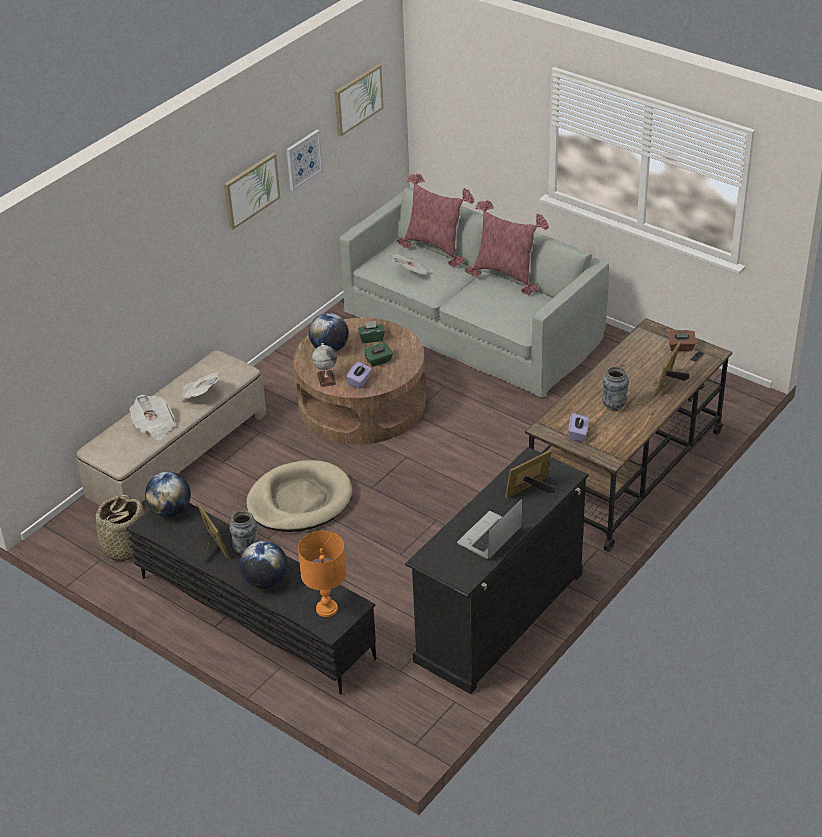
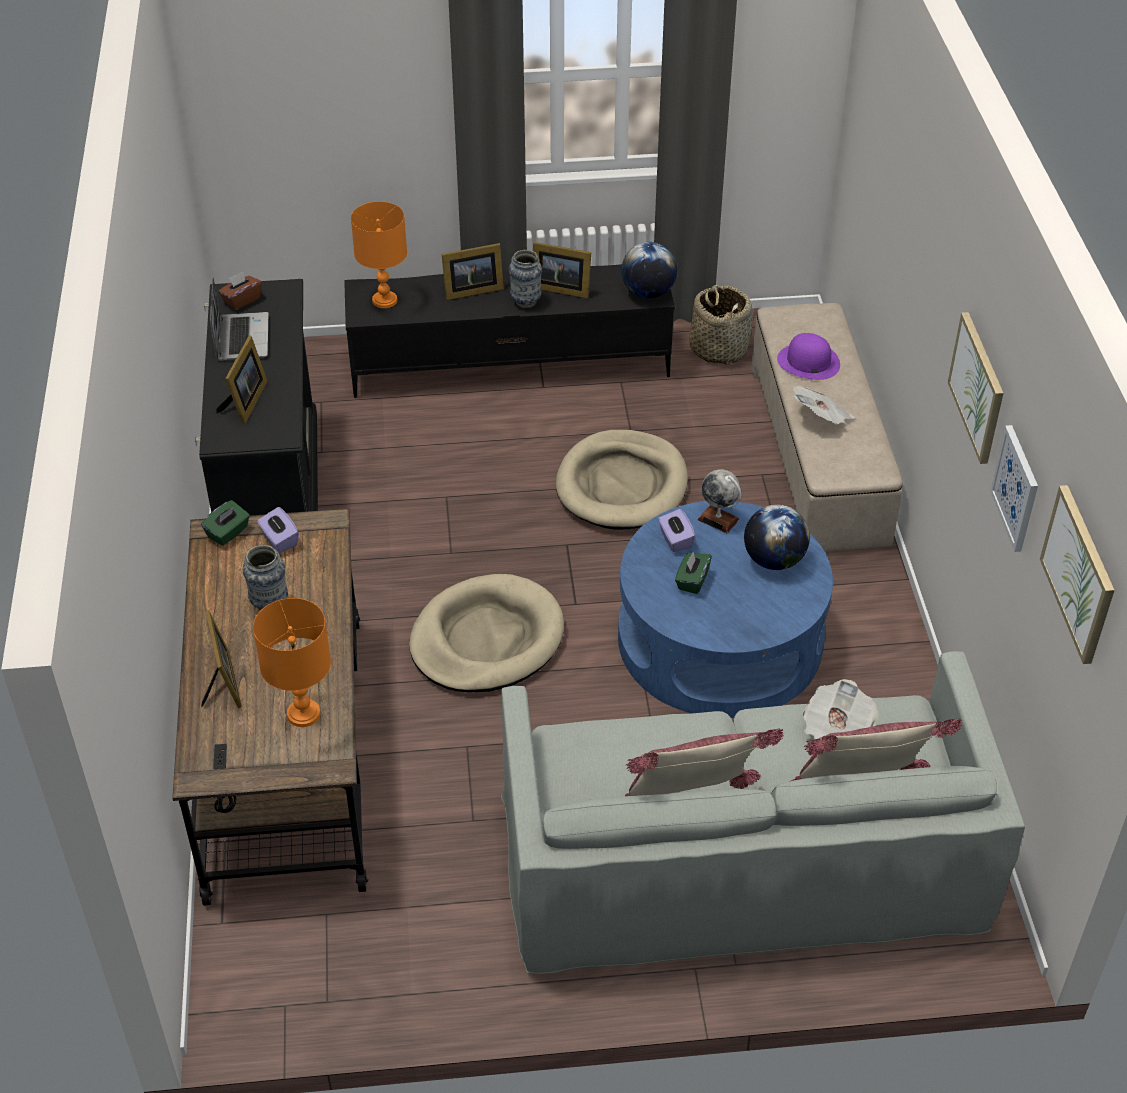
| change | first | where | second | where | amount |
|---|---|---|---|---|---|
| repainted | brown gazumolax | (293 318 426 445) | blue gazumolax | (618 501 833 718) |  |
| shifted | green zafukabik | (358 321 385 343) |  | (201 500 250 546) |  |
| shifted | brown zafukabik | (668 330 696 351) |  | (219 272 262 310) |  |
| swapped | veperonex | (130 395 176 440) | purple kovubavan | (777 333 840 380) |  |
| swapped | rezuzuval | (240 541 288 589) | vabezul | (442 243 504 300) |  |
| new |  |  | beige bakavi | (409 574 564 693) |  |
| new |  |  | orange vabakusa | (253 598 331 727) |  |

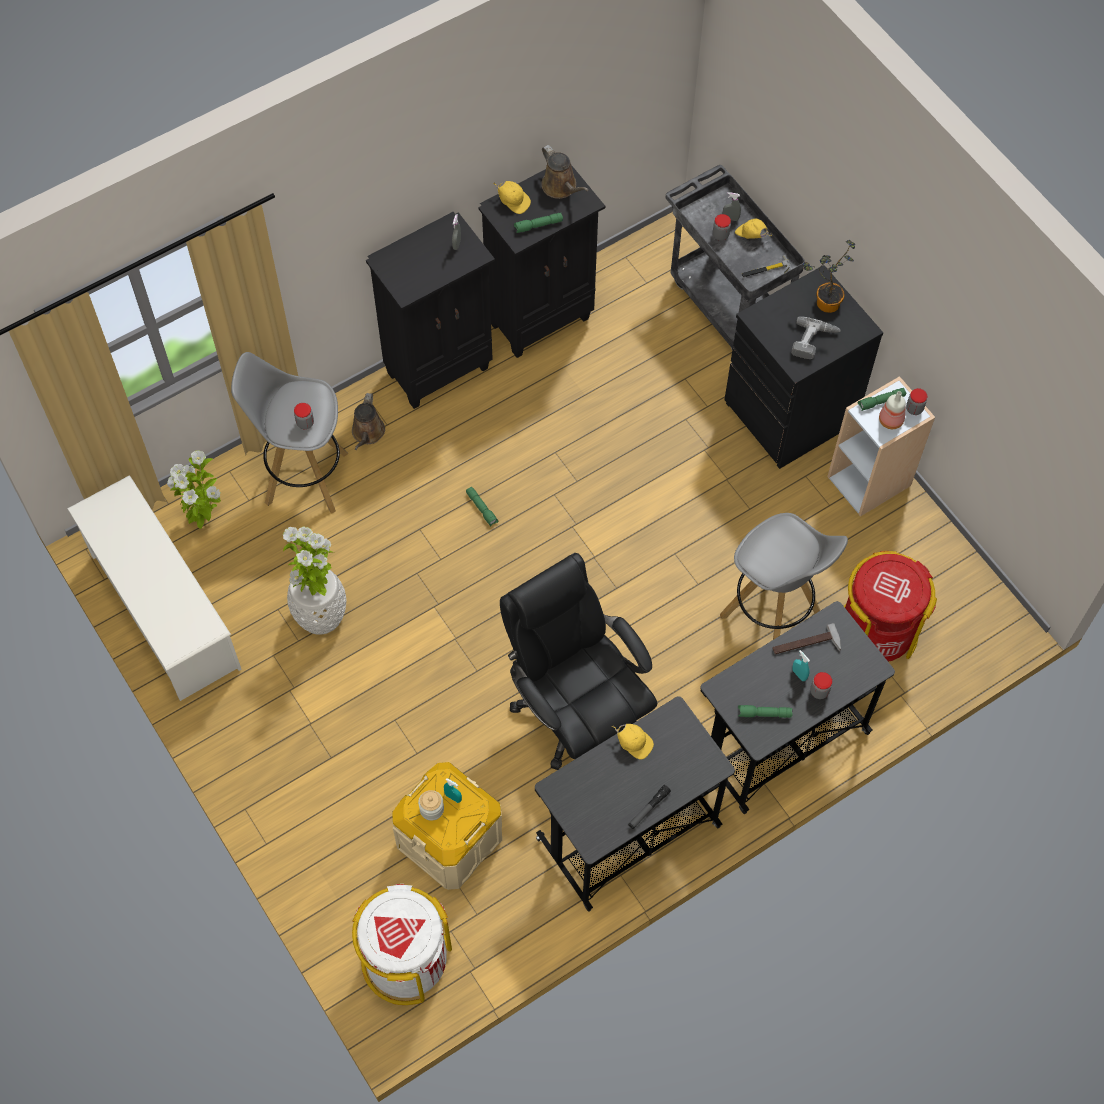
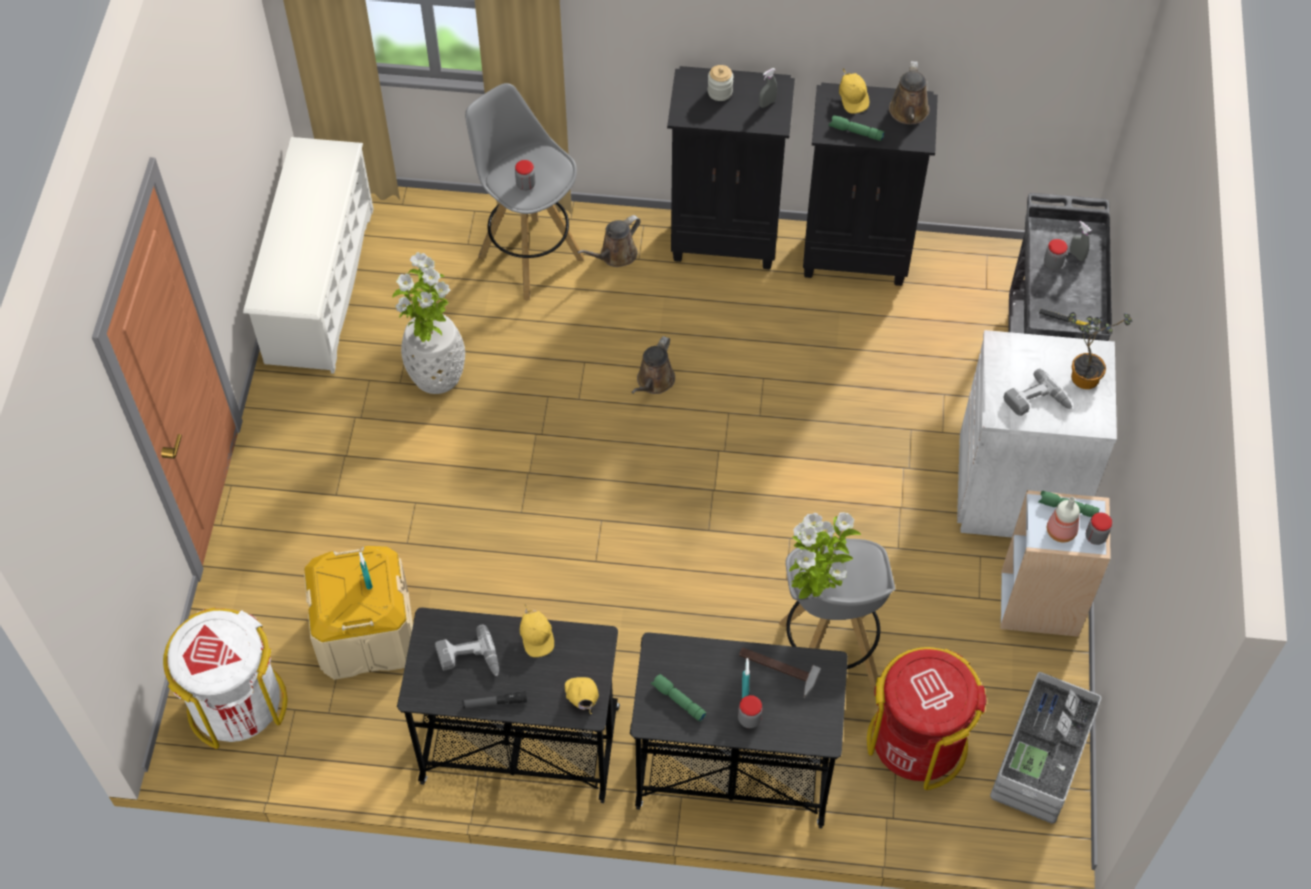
| change | first | where | second | where | amount |
|---|---|---|---|---|---|
| shifted | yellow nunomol | (735 219 772 239) |  | (565 677 599 714) |  |
| repainted | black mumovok | (724 265 883 469) | white mumovok | (957 330 1117 538) |  |
| shifted | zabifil | (167 450 221 529) |  | (789 512 861 599) |  |
| swapped | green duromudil | (466 487 498 526) | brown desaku | (631 336 675 394) |  |
| gone | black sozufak | (500 553 657 770) |  |  |  |
| shifted | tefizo | (418 790 444 821) |  | (708 65 734 101) |  |
| new |  |  | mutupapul | (435 625 499 676) |  |
| new |  |  | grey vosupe | (990 672 1102 824) |  |

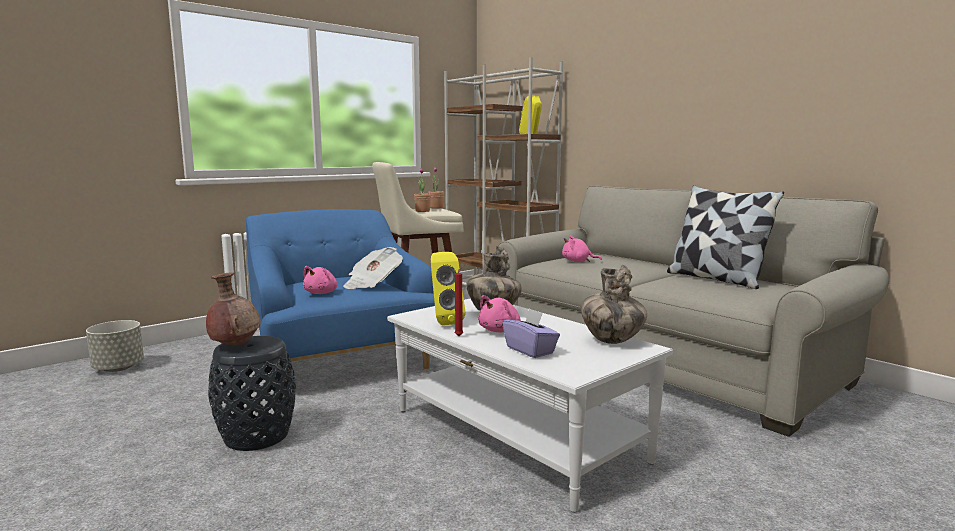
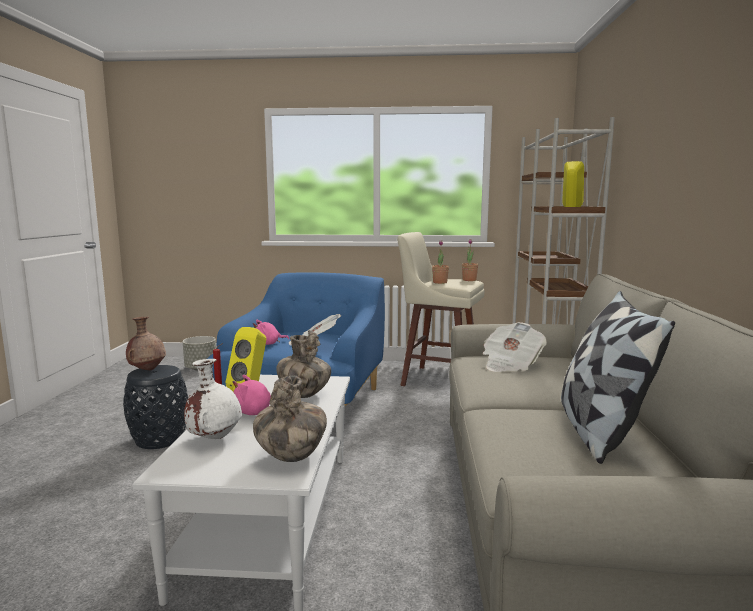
| change | first | where | second | where | amount |
|---|---|---|---|---|---|
| swapped | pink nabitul | (562 236 602 262) | veperonex | (483 322 547 372) |  |
| swapped | purple zafukabik | (502 308 560 358) | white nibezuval | (184 359 242 439) |  |

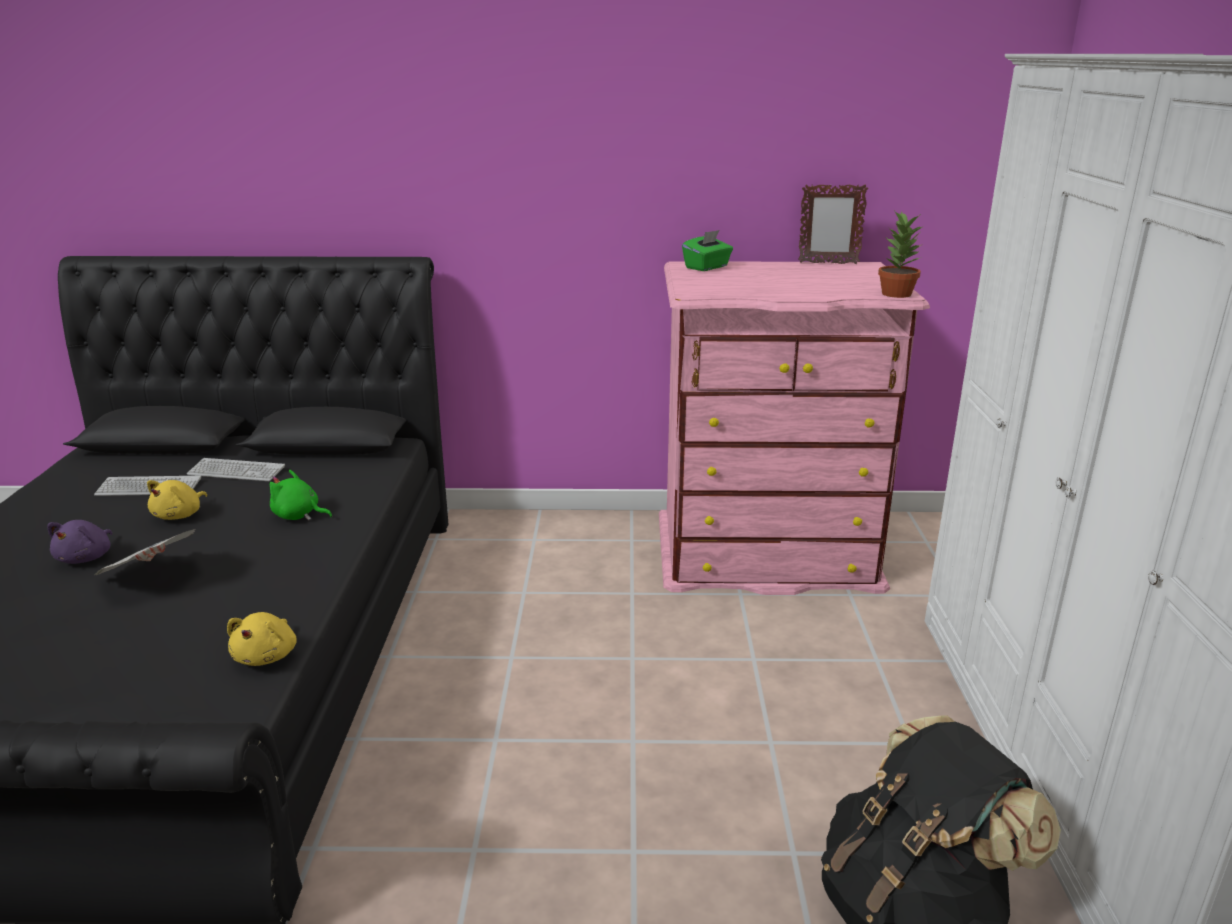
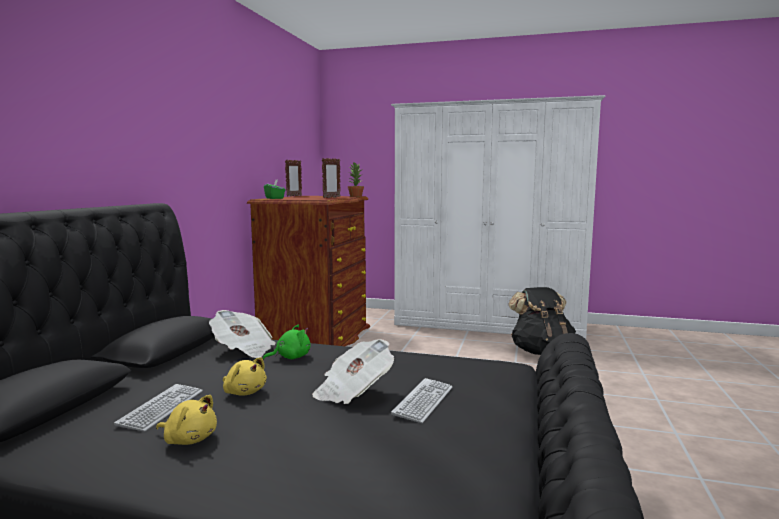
| change | first | where | second | where | amount |
|---|---|---|---|---|---|
| repainted | pink mumovok | (659 261 930 595) | brown mumovok | (247 196 370 346) |  |
| shifted | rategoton | (187 458 285 481) |  | (391 378 453 423) |  |
| rotated | green nabitul | (270 470 333 520) |  | (263 325 310 360) | 150 degrees counterclockwise |
| gone | purple nabitul | (48 520 112 564) |  |  |  |
| shifted | yellow nabitul | (227 612 297 666) |  | (156 395 217 445) |  |
| new |  |  | vabezul | (322 158 341 198) |  |
| new |  |  | veperonex | (209 310 275 358) |  |

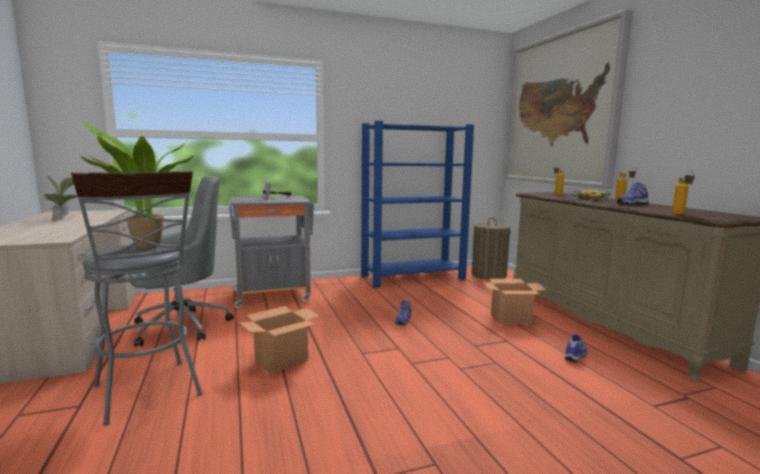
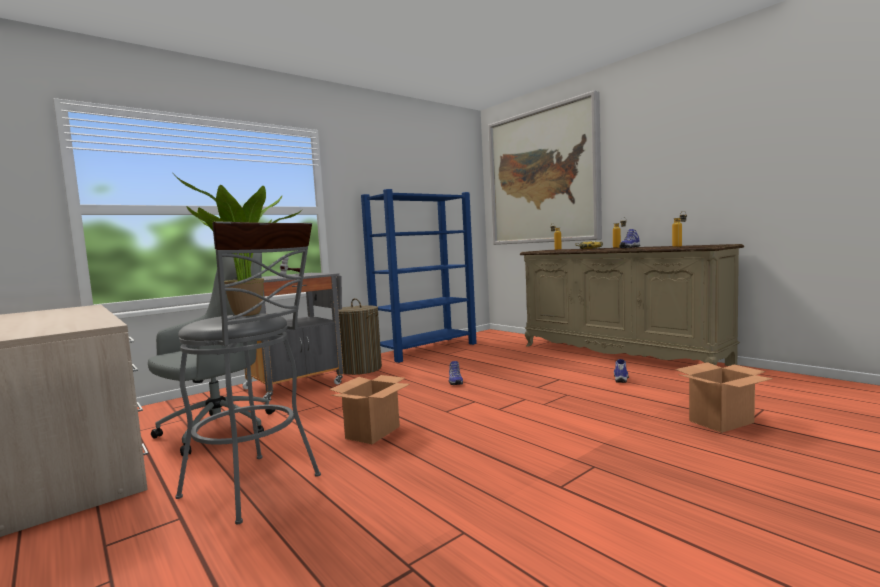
| change | first | where | second | where | amount |
|---|---|---|---|---|---|
| gone | zabifil | (44 176 78 220) |  |  |  |
| shifted | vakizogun | (472 218 511 280) |  | (339 298 382 375) |  |
| shifted | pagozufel | (483 279 547 324) |  | (675 362 773 433) |  |

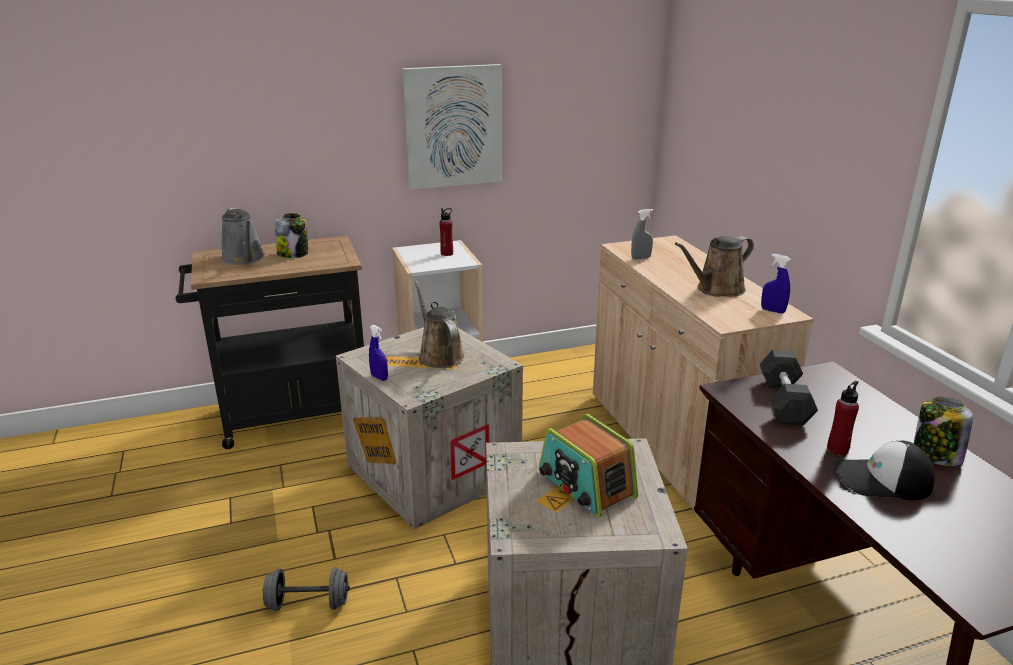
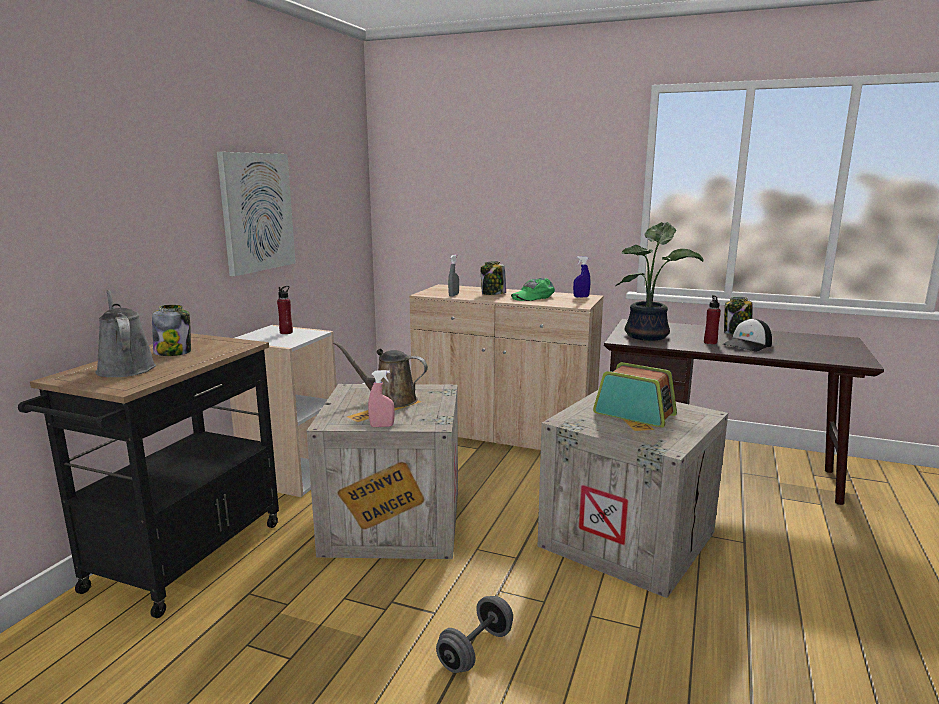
| change | first | where | second | where | amount |
|---|---|---|---|---|---|
| rotated | grey desaku | (221 207 265 265) |  | (95 290 156 377) | 135 degrees counterclockwise |
| swapped | brown desaku | (675 236 754 297) | green nunomol | (511 278 555 301) |  |
| repainted | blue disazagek | (369 325 388 381) | pink disazagek | (368 370 395 427) |  |
| swapped | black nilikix | (760 350 818 426) | zabifil | (615 222 703 341) |  |
| rotated | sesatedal | (539 414 638 517) |  | (593 362 677 428) | 150 degrees counterclockwise |
| new |  |  | tefizo | (481 261 506 295) |  |

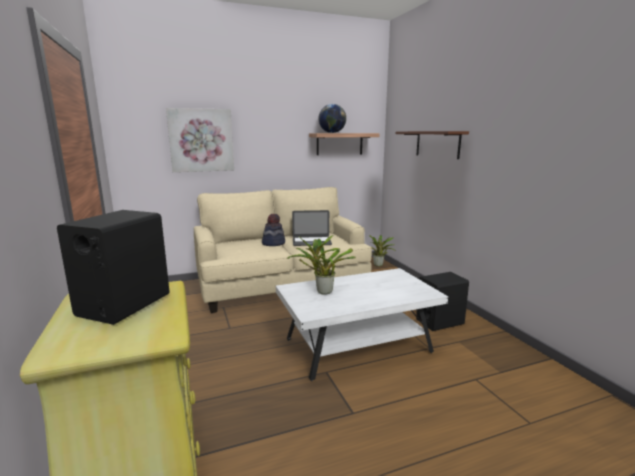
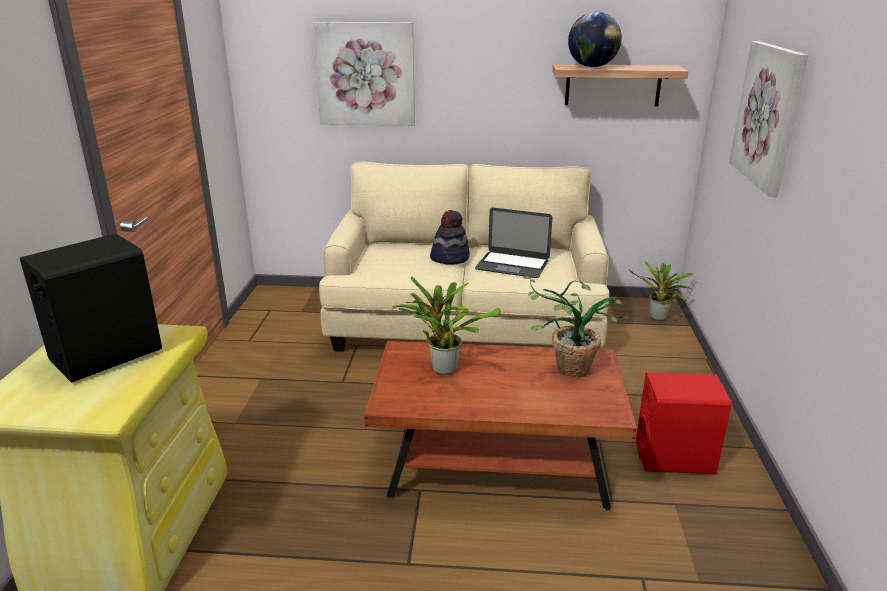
| change | first | where | second | where | amount |
|---|---|---|---|---|---|
| swapped | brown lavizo | (396 131 469 159) | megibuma | (729 41 808 197) |  |
| repainted | white gazumolax | (276 268 448 381) | brown gazumolax | (364 341 637 510) |  |
| repainted | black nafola | (416 272 469 331) | red nafola | (636 372 731 474) |  |
| new |  |  | zabifil | (523 276 629 378) |  |

